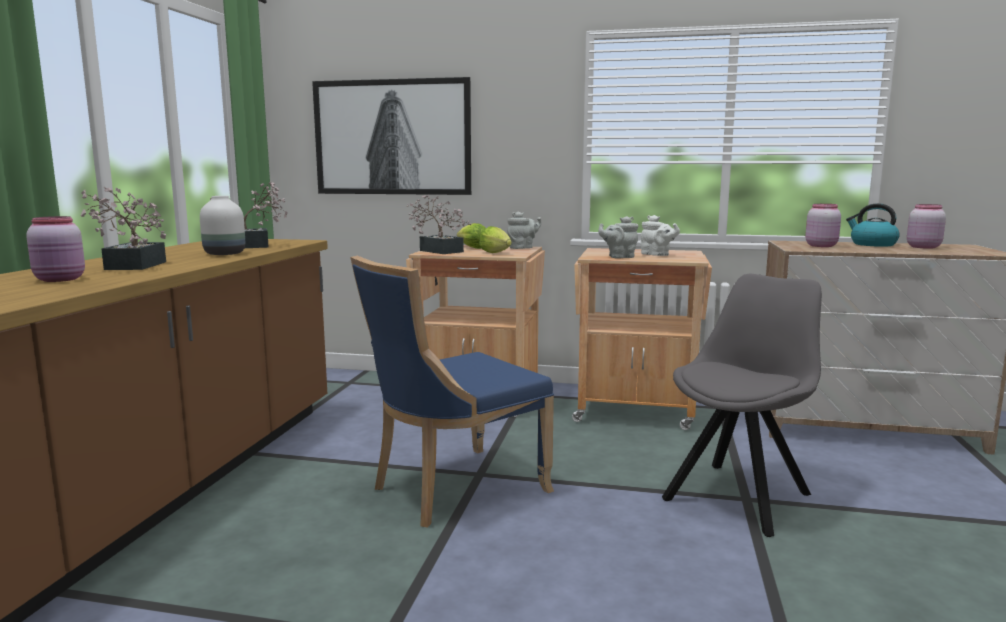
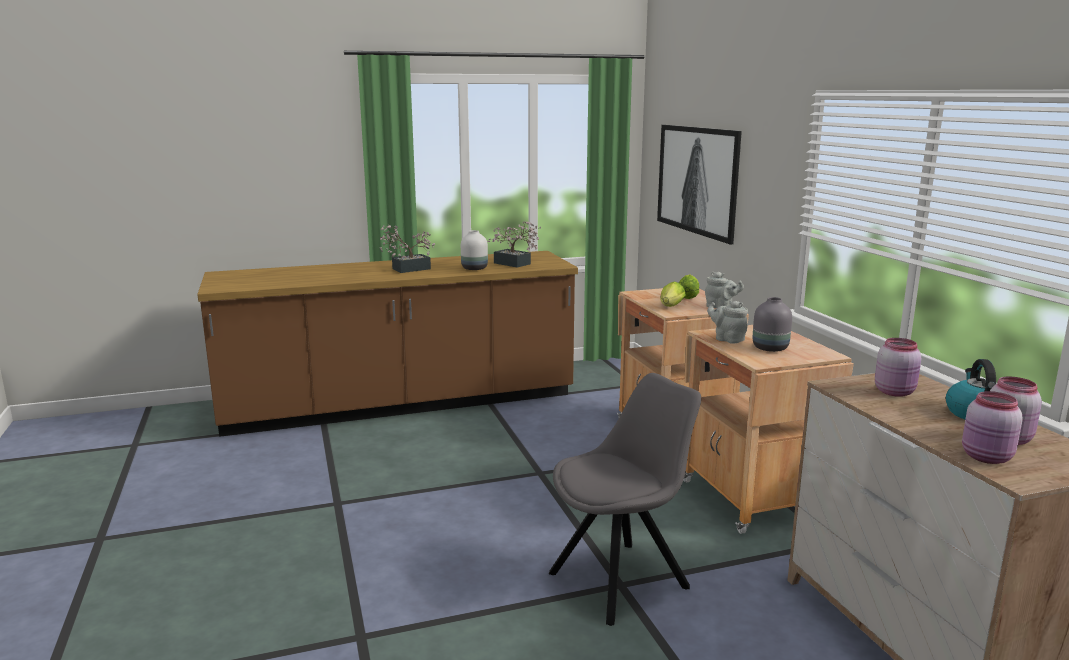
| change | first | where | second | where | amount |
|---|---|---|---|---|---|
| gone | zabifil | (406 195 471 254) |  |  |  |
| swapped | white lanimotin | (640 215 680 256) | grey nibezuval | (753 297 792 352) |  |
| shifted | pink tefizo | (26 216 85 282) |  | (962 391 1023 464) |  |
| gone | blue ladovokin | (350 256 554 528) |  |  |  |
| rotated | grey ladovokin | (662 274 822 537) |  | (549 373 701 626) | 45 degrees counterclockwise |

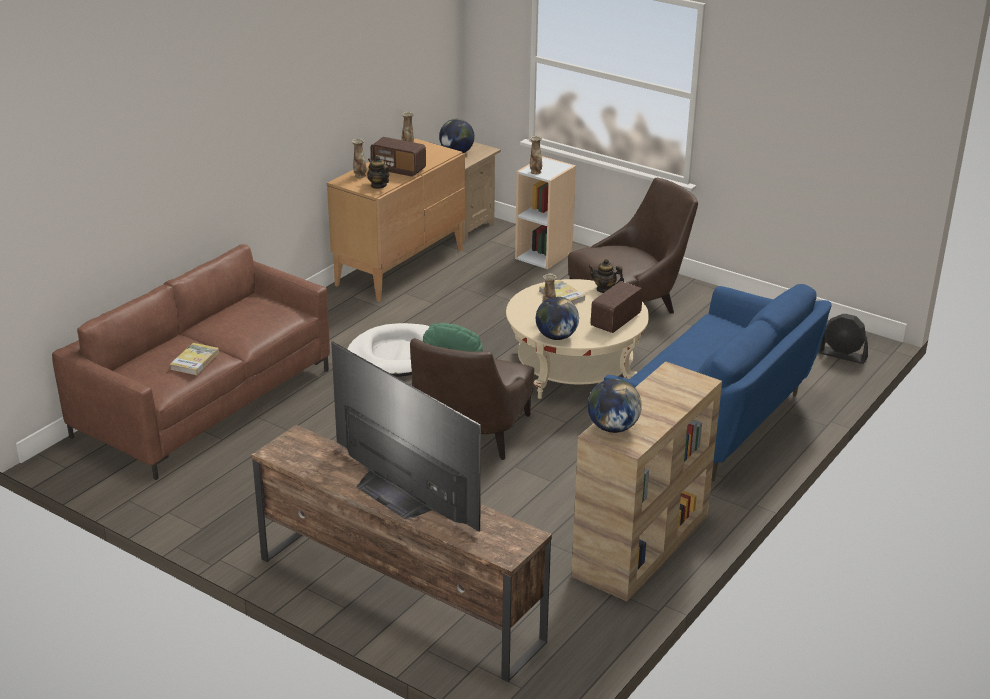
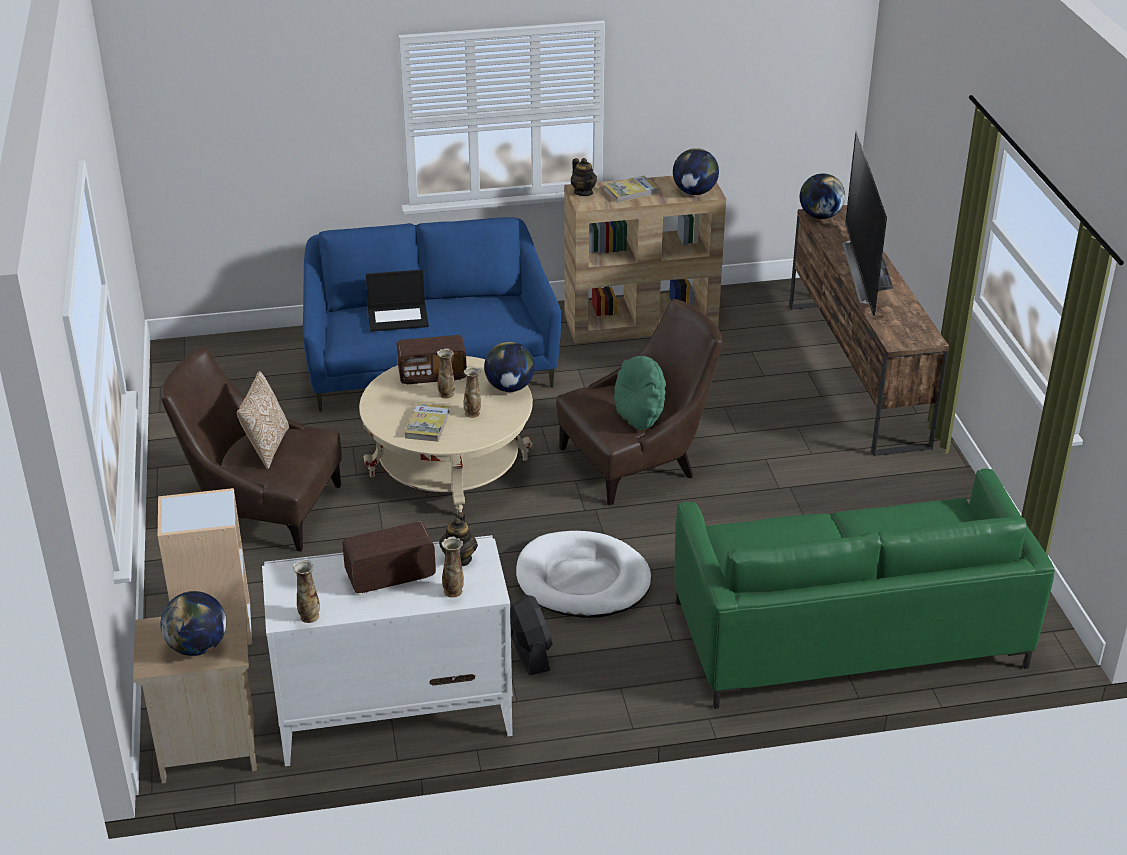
| change | first | where | second | where | amount |
|---|---|---|---|---|---|
| shifted | nibezuval | (530 136 542 174) |  | (437 348 455 399) |  |
| rotated | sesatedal | (371 137 426 177) |  | (342 522 436 593) | 90 degrees counterclockwise |
| repainted | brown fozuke | (327 139 465 302) | white fozuke | (262 535 513 766) |  |
| repainted | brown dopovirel | (52 244 330 480) | green dopovirel | (674 468 1055 709) |  |
| shifted | lanimotin | (588 259 624 293) |  | (571 158 597 196) |  |
| shifted | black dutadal | (818 314 868 364) |  | (510 595 552 676) |  |
| shifted | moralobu | (170 343 219 375) |  | (604 176 658 203) |  |
| new |  |  | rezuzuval | (800 174 845 219) |  |
| new |  |  | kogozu | (366 270 429 332) |  |
| new |  |  | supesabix | (237 371 289 469) |  |

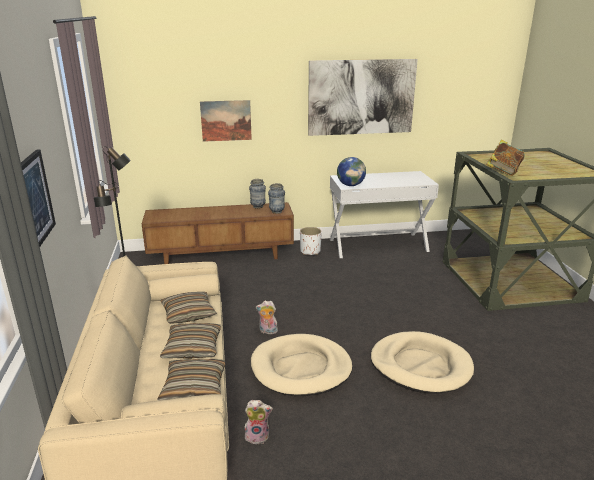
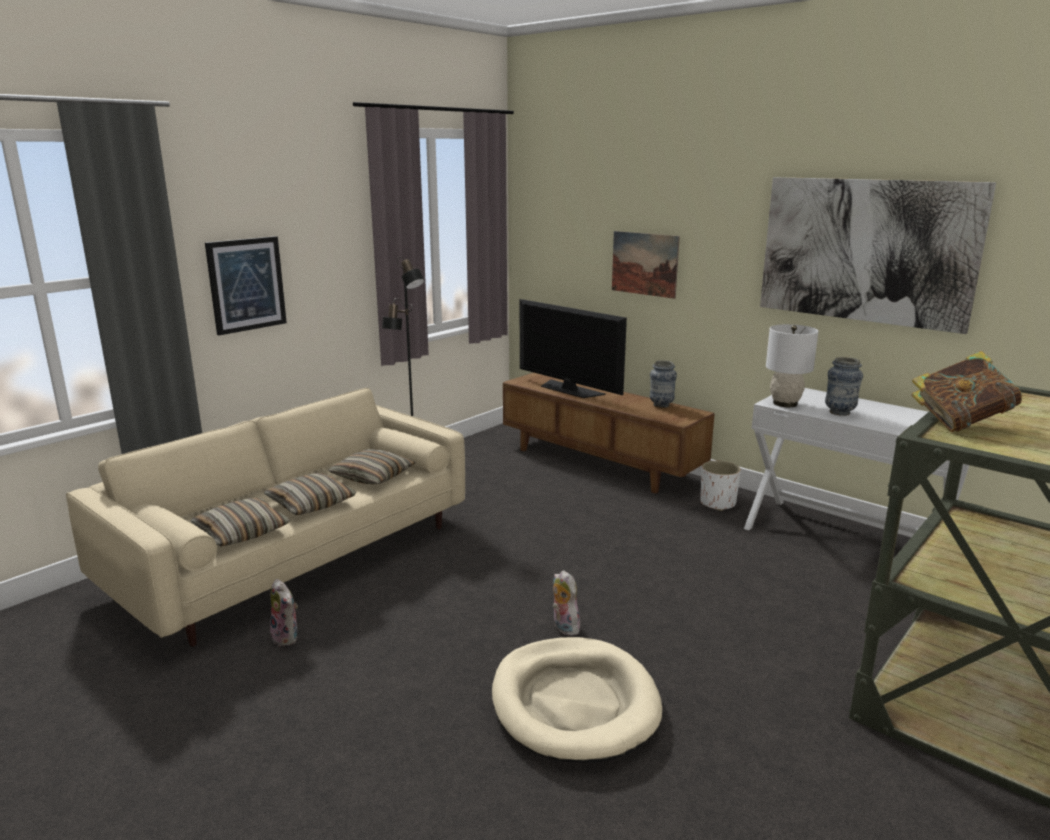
| change | first | where | second | where | amount |
|---|---|---|---|---|---|
| swapped | rezuzuval | (337 157 366 186) | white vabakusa | (766 324 818 407) |  |
| shifted | nibezuval | (268 183 285 214) |  | (825 357 863 416) |  |
| shifted | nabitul | (256 301 279 334) |  | (552 570 582 636) |  |
| gone | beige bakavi | (251 334 352 396) |  |  |  |
| new |  |  | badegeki | (520 299 627 398) |  |

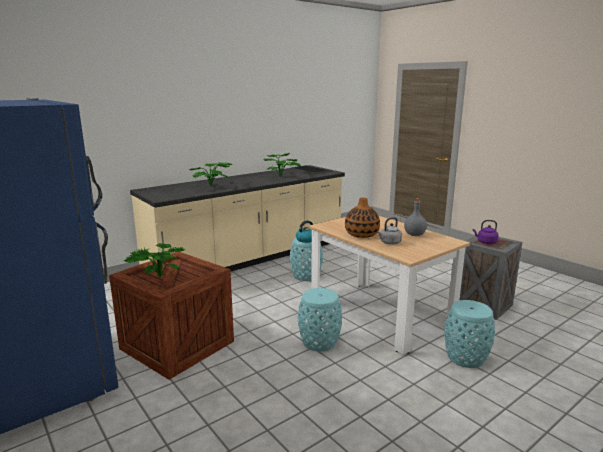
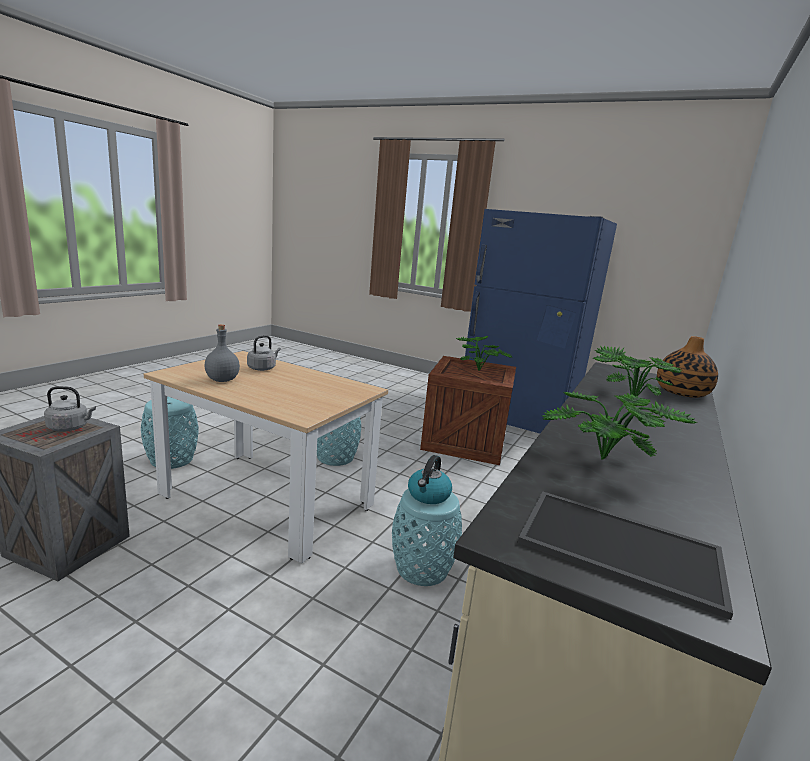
| change | first | where | second | where | amount |
|---|---|---|---|---|---|
| shifted | nibezuval | (345 197 380 238) |  | (657 336 718 398) |  |
| repainted | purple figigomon | (473 220 499 244) | grey figigomon | (44 386 96 432) |  |

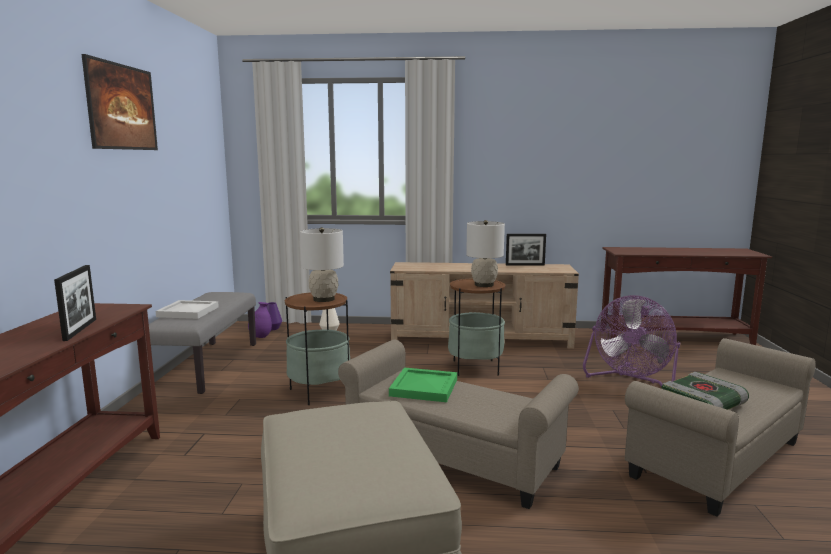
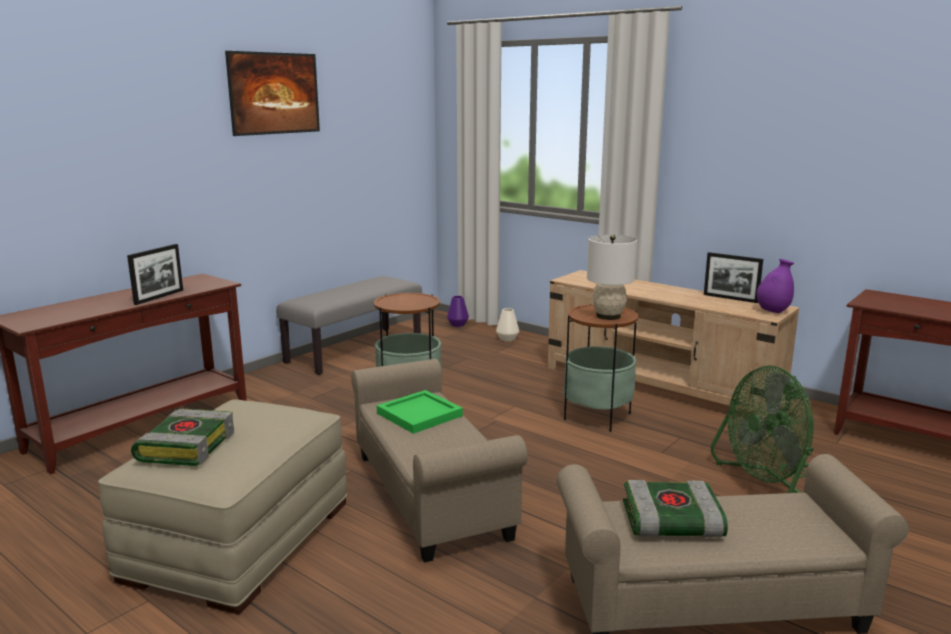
| change | first | where | second | where | amount |
|---|---|---|---|---|---|
| gone | white vabakusa | (300 227 344 302) |  |  |  |
| repainted | purple dutadal | (583 295 680 387) | green dutadal | (711 366 814 493) |  |
| gone | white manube | (156 300 219 319) |  |  |  |
| shifted | purple nibezuval | (248 302 272 338) |  | (757 259 794 313) |  |
| new |  |  | moralobu | (131 409 234 466) |  |

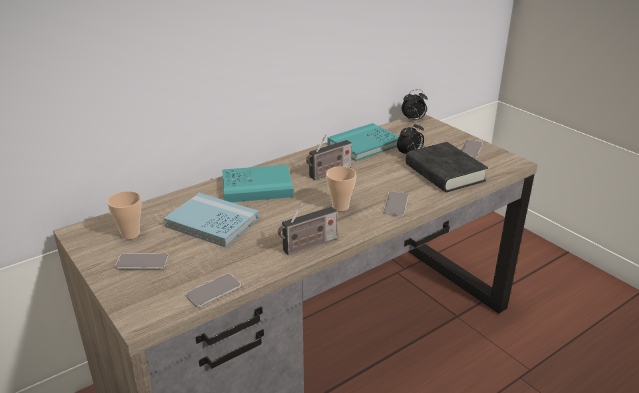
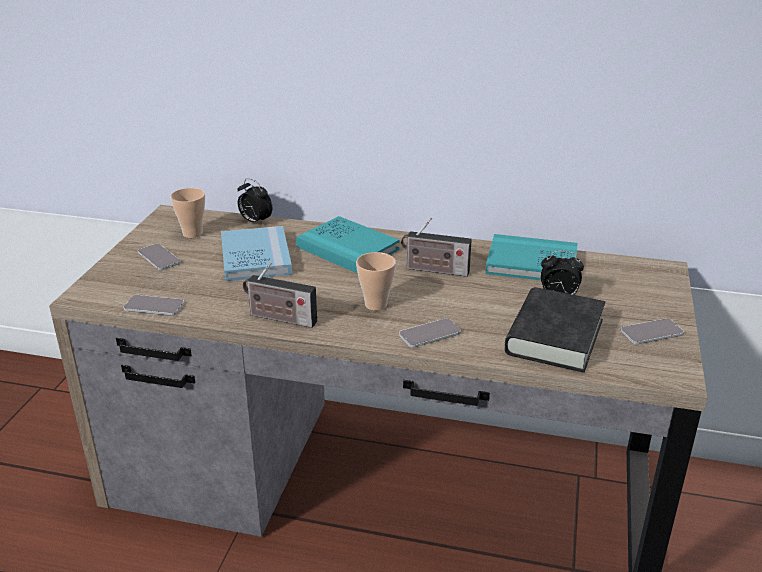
| change | first | where | second | where | amount |
|---|---|---|---|---|---|
| shifted | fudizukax | (402 89 428 122) |  | (238 178 272 226) |  |

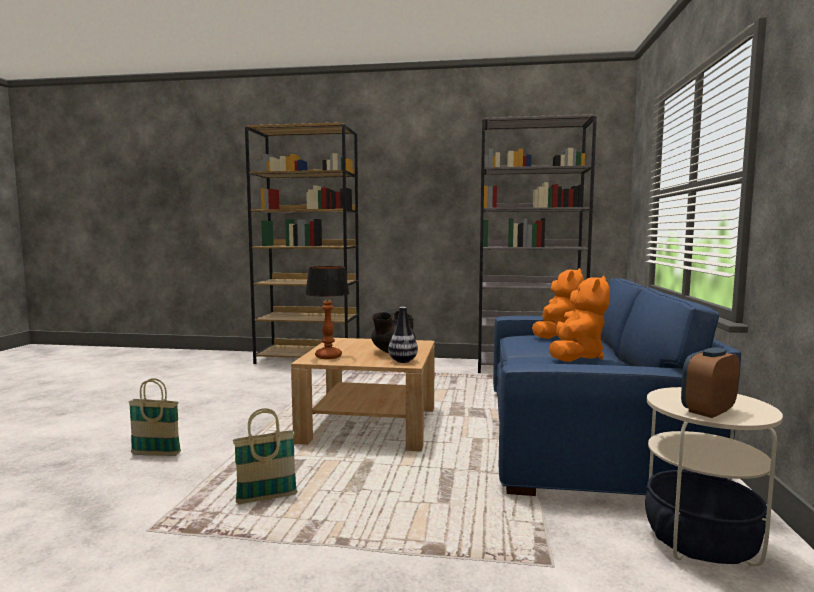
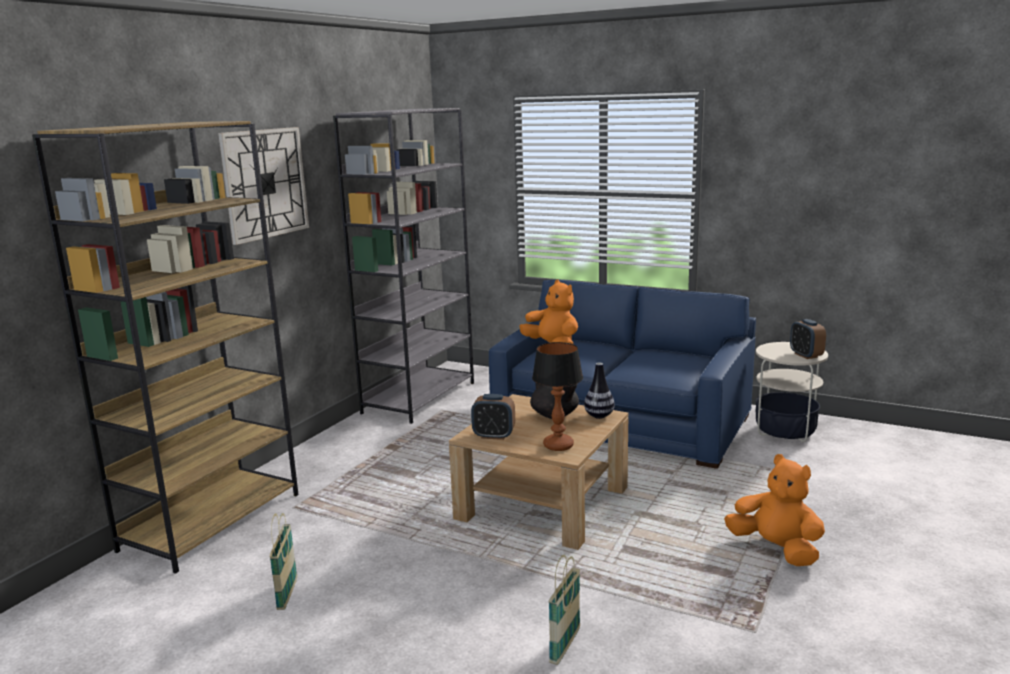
| change | first | where | second | where | amount |
|---|---|---|---|---|---|
| shifted | orange nabitul | (549 276 610 362) |  | (724 454 825 566) |  |
| shifted | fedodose | (233 408 297 504) |  | (269 513 297 610) |  |
| new |  |  | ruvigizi | (218 127 309 245) |  |
| new |  |  | fudizukax | (471 394 515 440) |  |

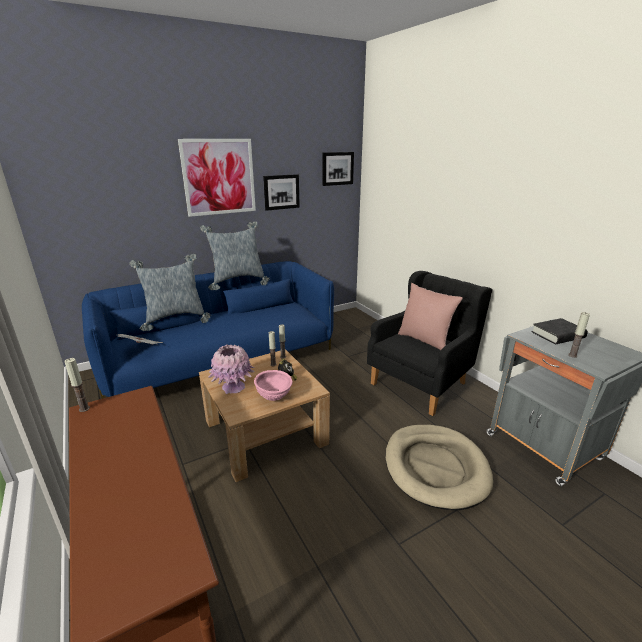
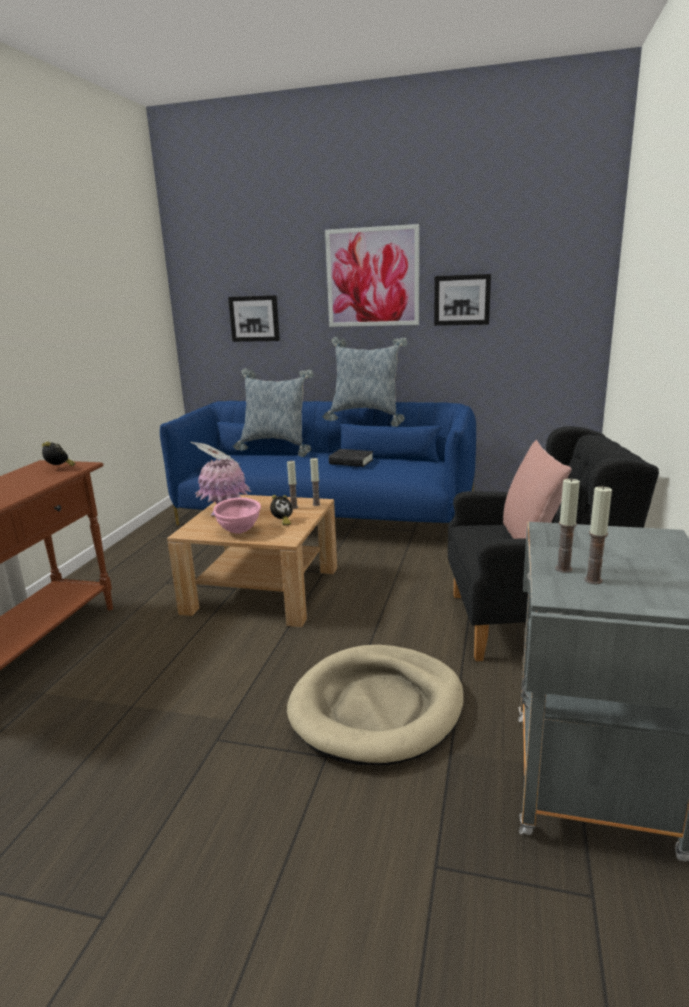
| change | first | where | second | where | amount |
|---|---|---|---|---|---|
| shifted | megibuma | (322 152 354 186) |  | (228 295 280 342) |  |
| shifted | black moralobu | (531 318 588 344) |  | (329 449 374 467) |  |
| shifted | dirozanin | (64 358 90 412) |  | (584 486 612 584) |  |
| new |  |  | fudizukax | (42 441 76 466) |  |

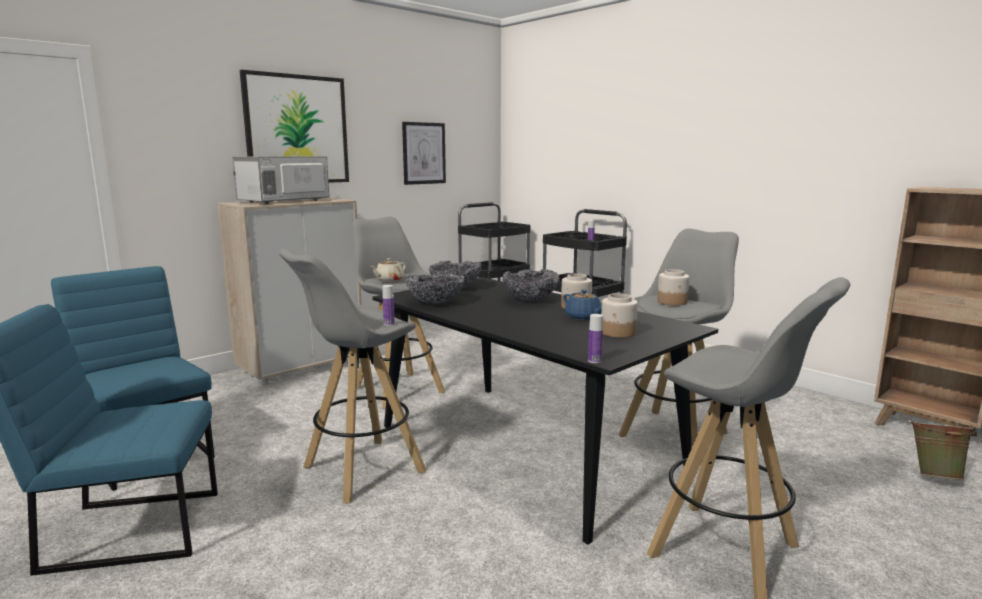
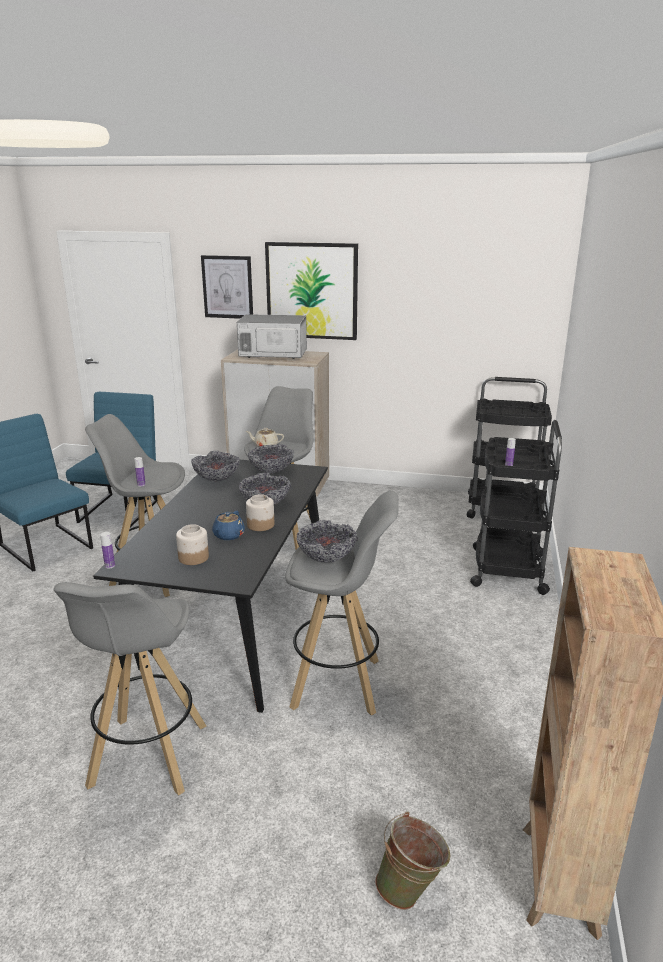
| change | first | where | second | where | amount |
|---|---|---|---|---|---|
| shifted | megibuma | (402 122 446 185) |  | (201 255 253 319) |  |
| swapped | tefizo | (657 269 689 306) | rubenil | (296 520 358 563) |  |

